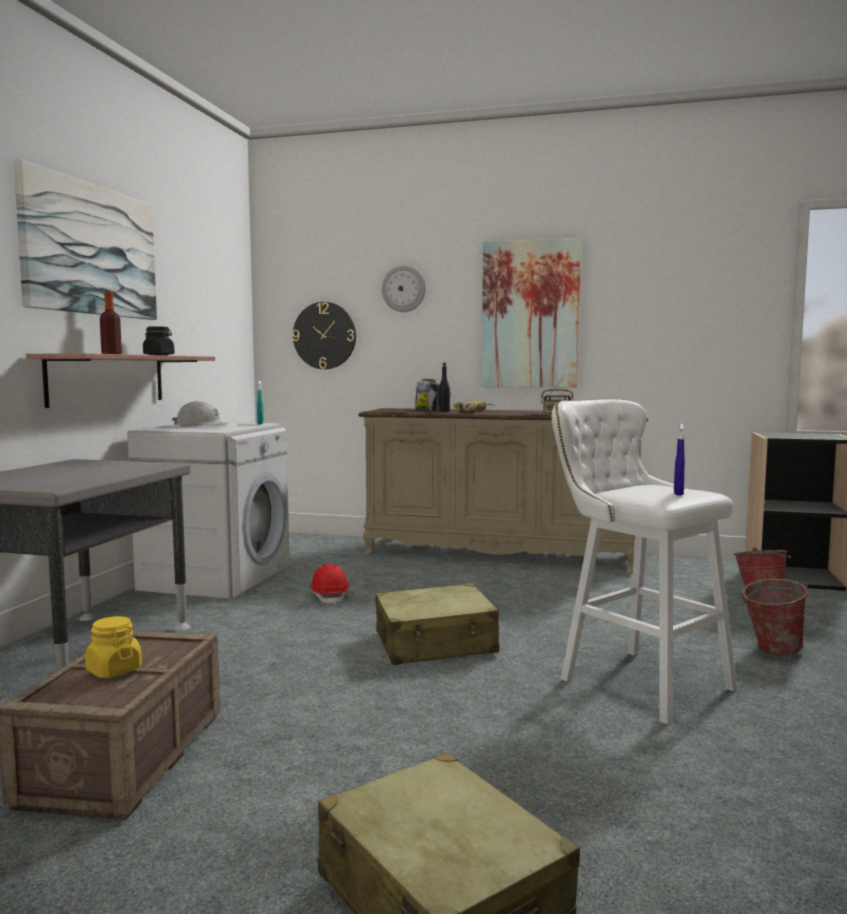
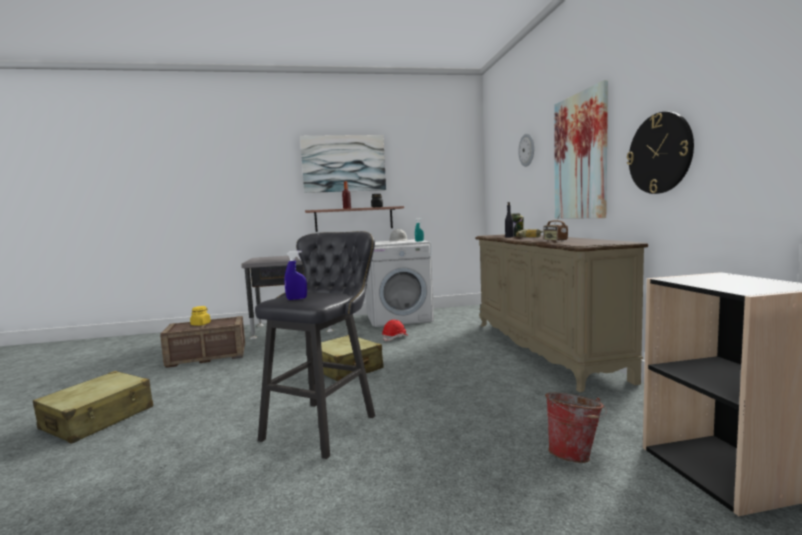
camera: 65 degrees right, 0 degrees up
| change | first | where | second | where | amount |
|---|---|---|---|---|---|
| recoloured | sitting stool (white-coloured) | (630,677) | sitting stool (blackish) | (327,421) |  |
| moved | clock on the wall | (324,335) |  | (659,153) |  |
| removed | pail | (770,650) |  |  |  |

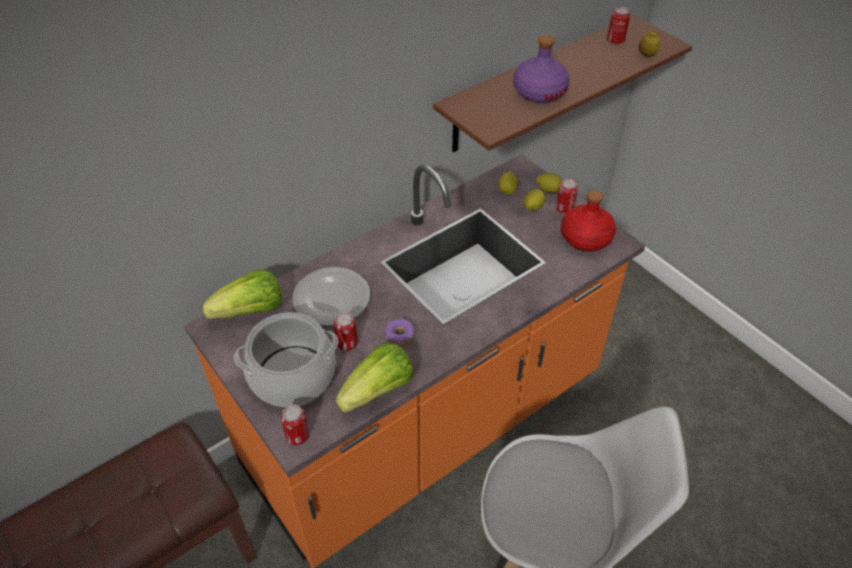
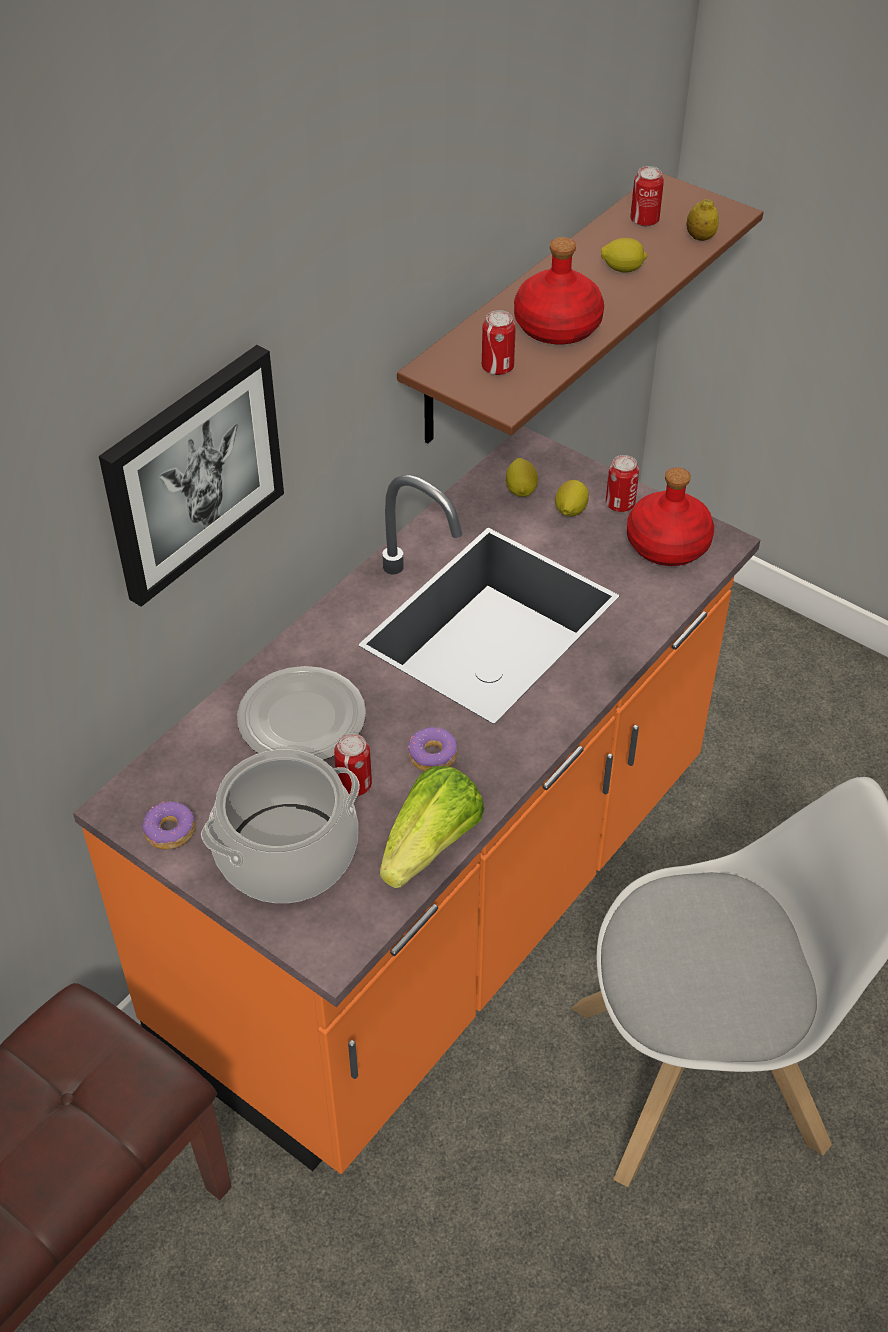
camera: 15 degrees left, 0 degrees up
| change | first | where | second | where | amount |
|---|---|---|---|---|---|
| added |  |  | wall picture | (192,472) |  |
| added |  |  | doughnut | (169,831) |  |
| moved | sealed can | (297,436) |  | (497,367) |  |
| recoloured | bottle (purplish) | (539,92) | bottle (red-coloured) | (556,326) |  |
| moved | citrus fruit | (548,190) |  | (622,269) |  |
| removed | head of lettuce | (251,311) |  |  |  |

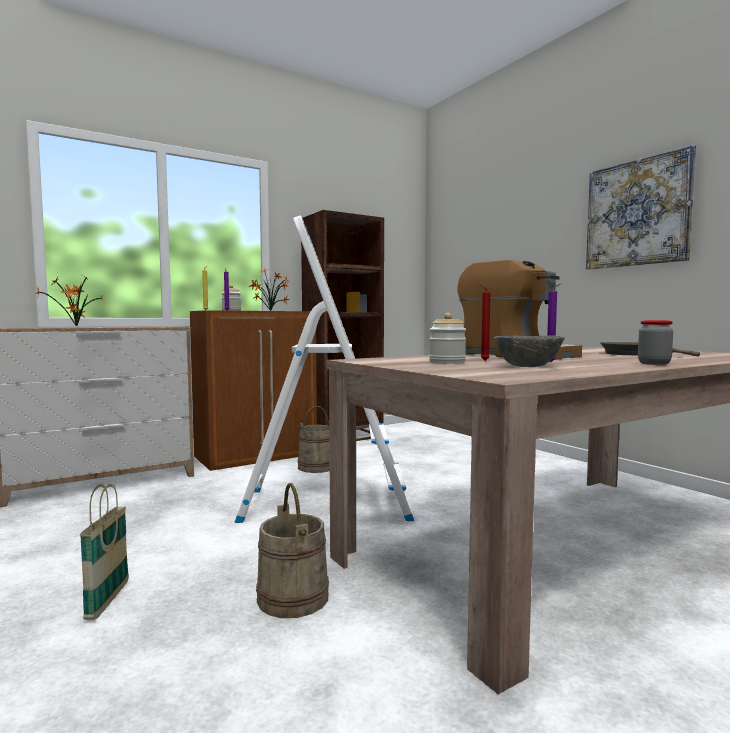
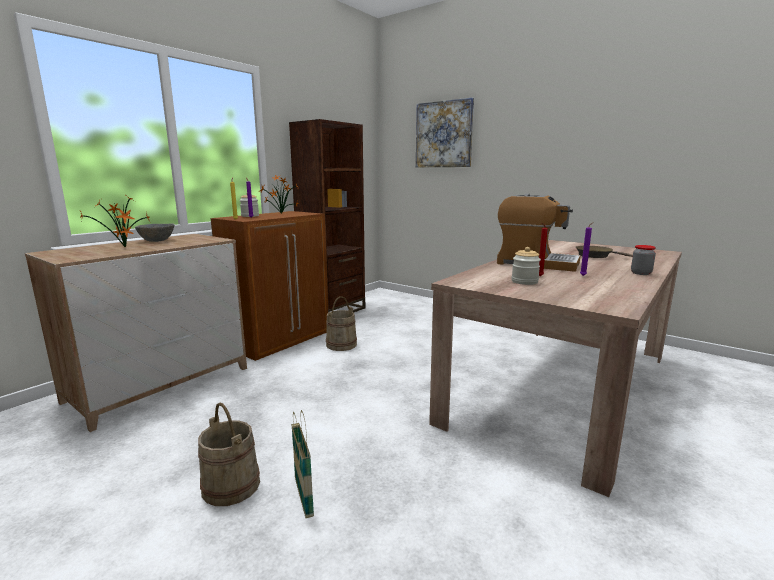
camera: 20 degrees left, 10 degrees up
| change | first | where | second | where | amount |
|---|---|---|---|---|---|
| moved | bowl (gray) | (527,366) |  | (157,241) |  |
| moved | pail (beige-coloured) | (292,597) |  | (230,485) |  |
| moved | wall picture | (637,213) |  | (444,134) |  |
| removed | step stool (white-coloured) | (328,505) |  |  |  |

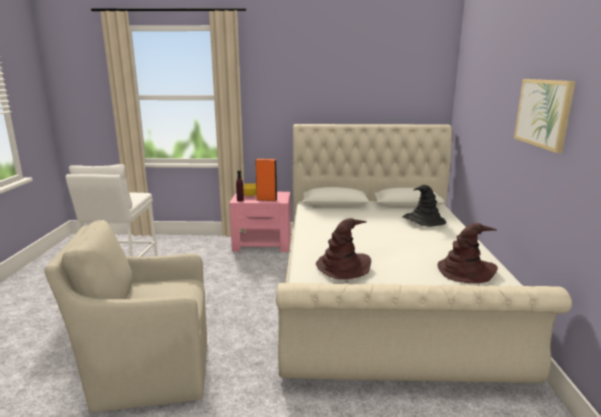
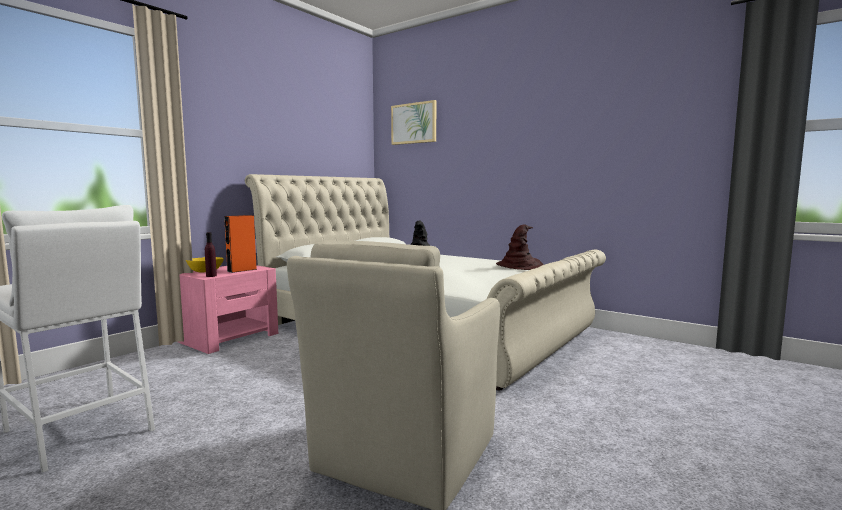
camera: 55 degrees left, 10 degrees down
| change | first | where | second | where | amount |
|---|---|---|---|---|---|
| moved | wall picture | (543,113) |  | (414,123) |  |
| removed | hat (brown) | (343,266) |  |  |  |

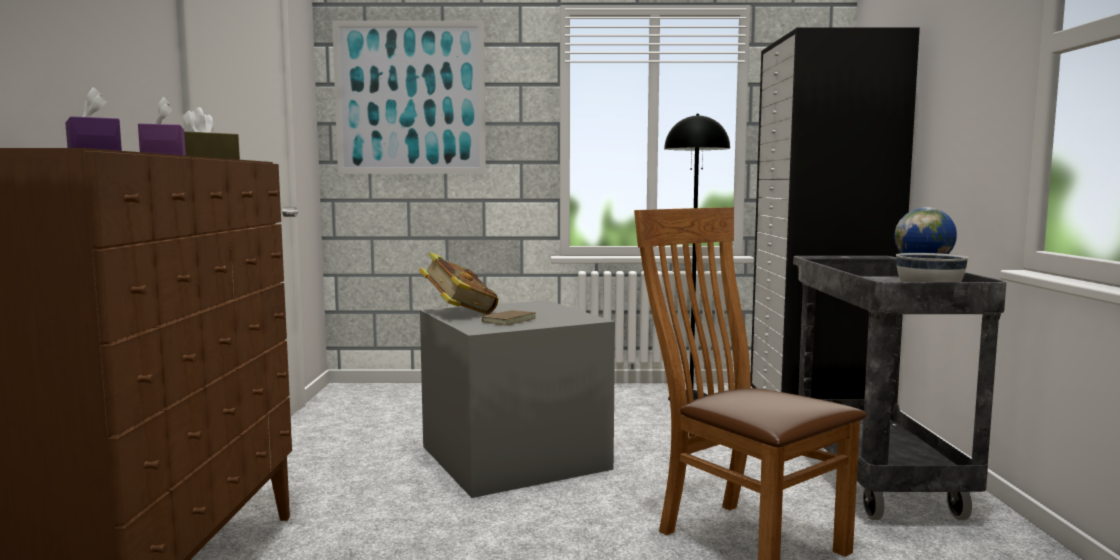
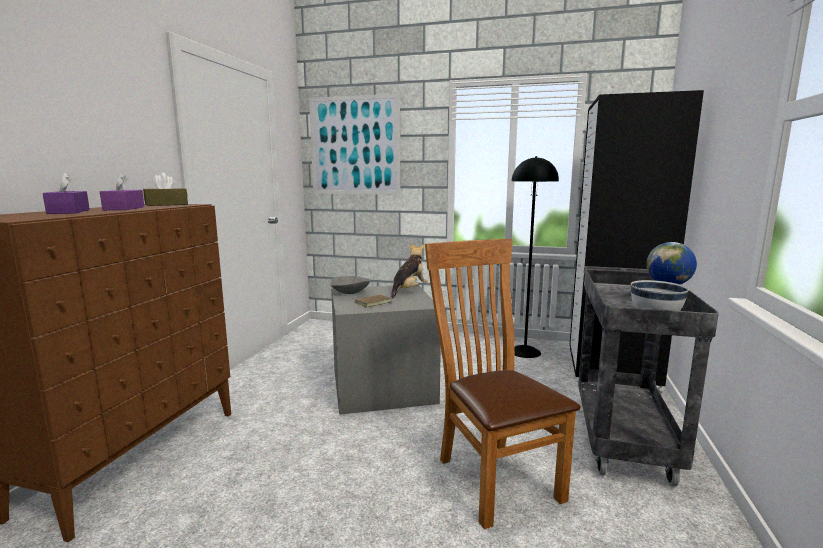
camera: 15 degrees right, 5 degrees up
| change | first | where | second | where | amount |
|---|---|---|---|---|---|
| replaced | book | (459,313) | bowl (gray) | (350,293) |  |
| added |  |  | plush toy | (409,291) |  |

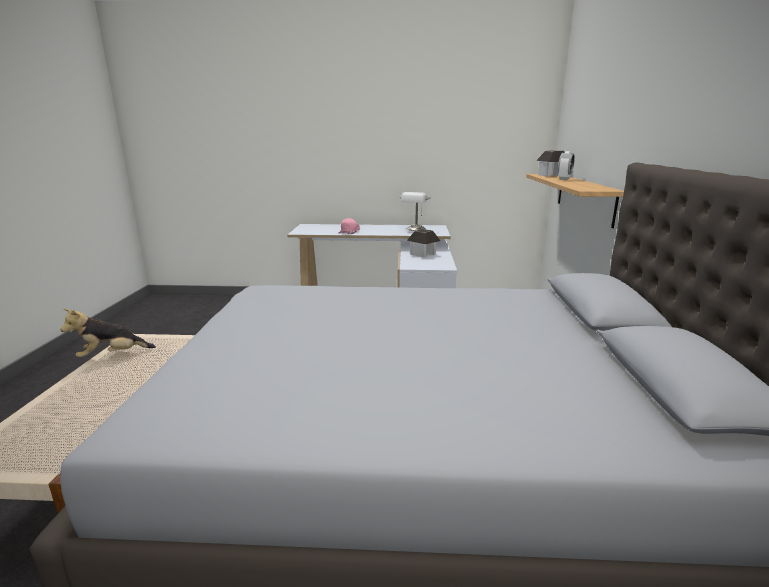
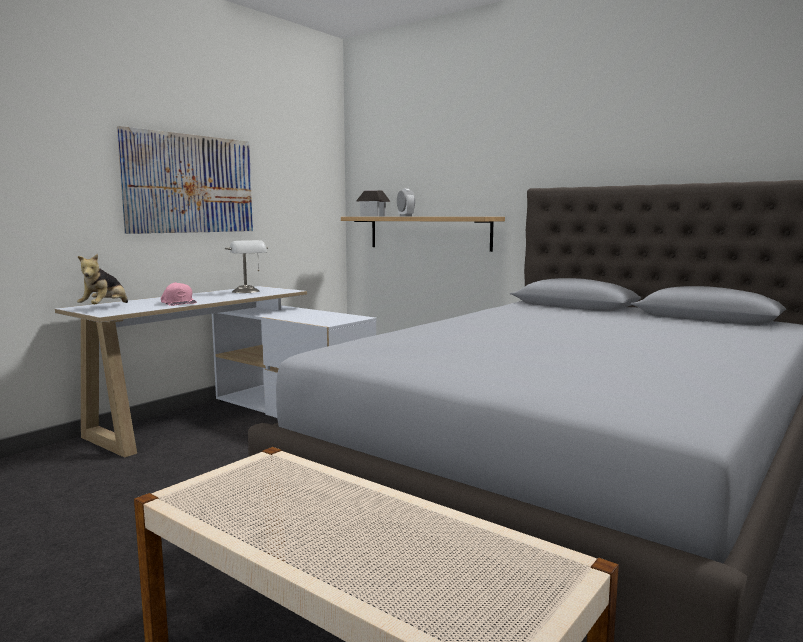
camera: 55 degrees left, 10 degrees down
| change | first | where | second | where | amount |
|---|---|---|---|---|---|
| moved | plush toy | (112,355) |  | (105,308) |  |
| added |  |  | wall picture | (190,184) |  |
| removed | toy house | (423,254) |  |  |  |

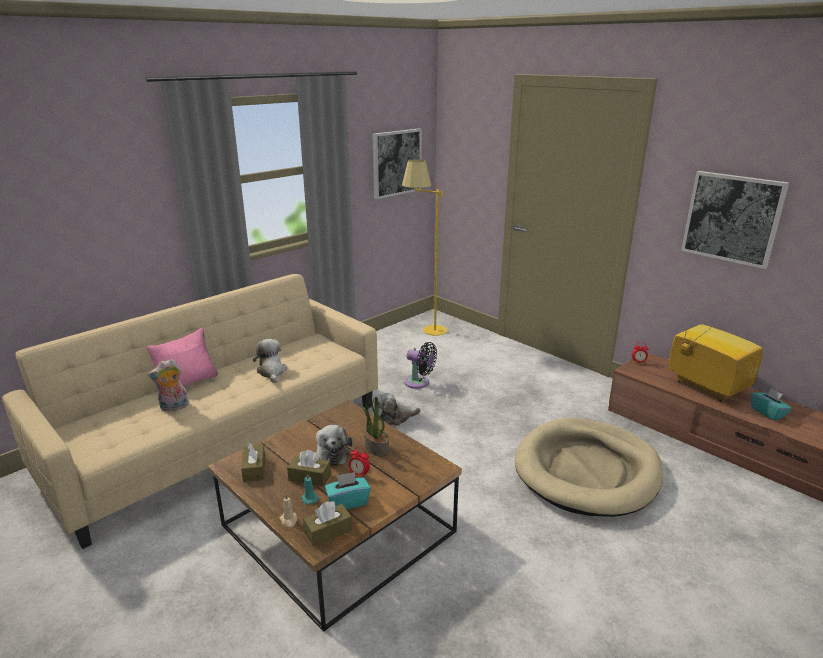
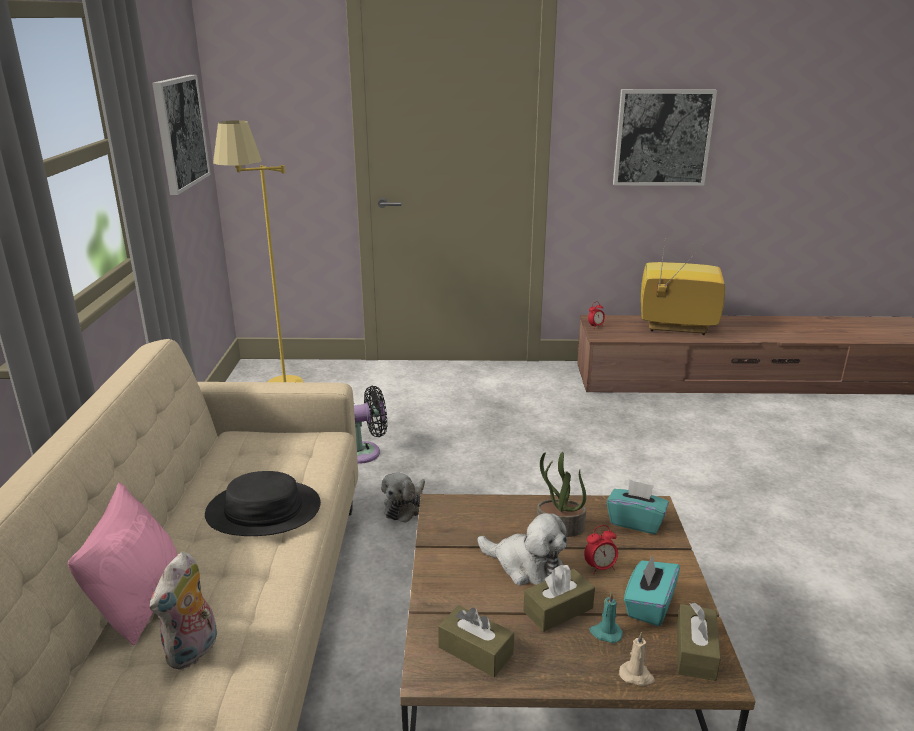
camera: 45 degrees left, 0 degrees up
| change | first | where | second | where | amount |
|---|---|---|---|---|---|
| replaced | plush toy | (271,372) | hat (blackish) | (263,510) |  |
| moved | tissue box (turquoise) | (767,413) |  | (635,522) |  |
| removed | pet bed (beige-coloured) | (587,470) |  |  |  |

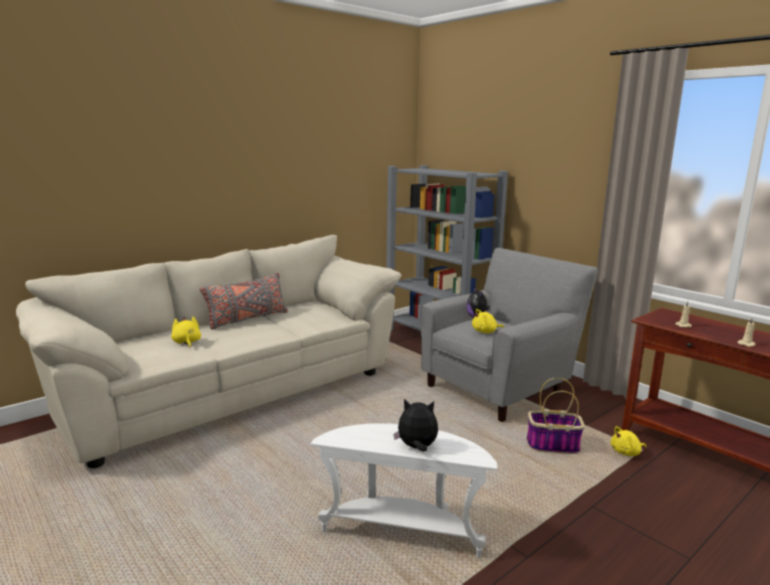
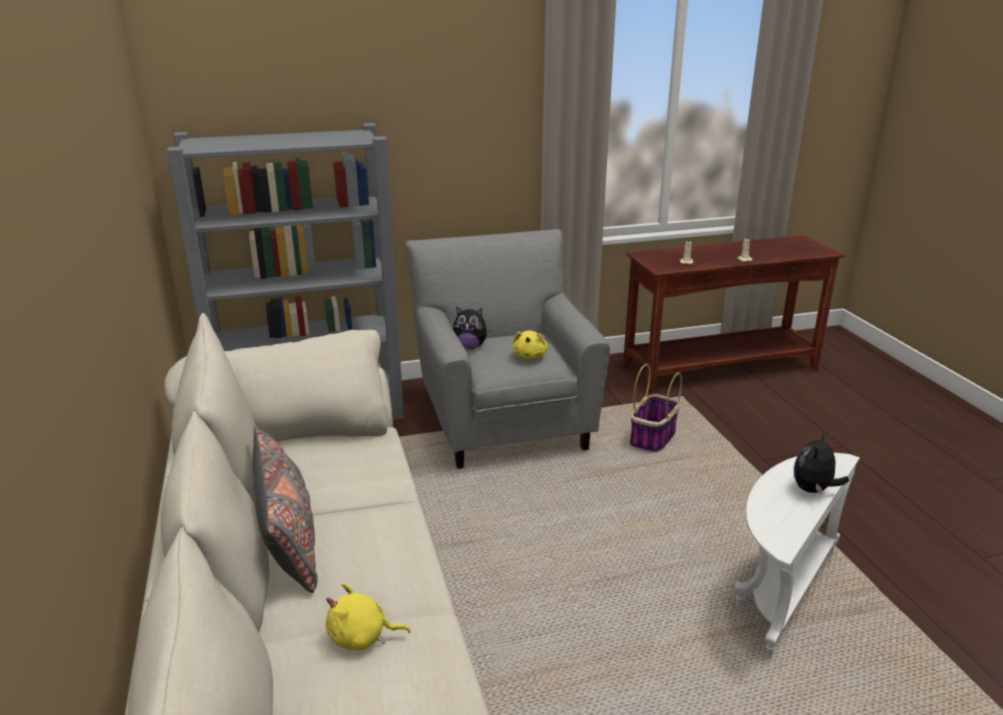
camera: 65 degrees left, 10 degrees up
| change | first | where | second | where | amount |
|---|---|---|---|---|---|
| removed | plush toy (yellow) | (626,452) |  |  |  |

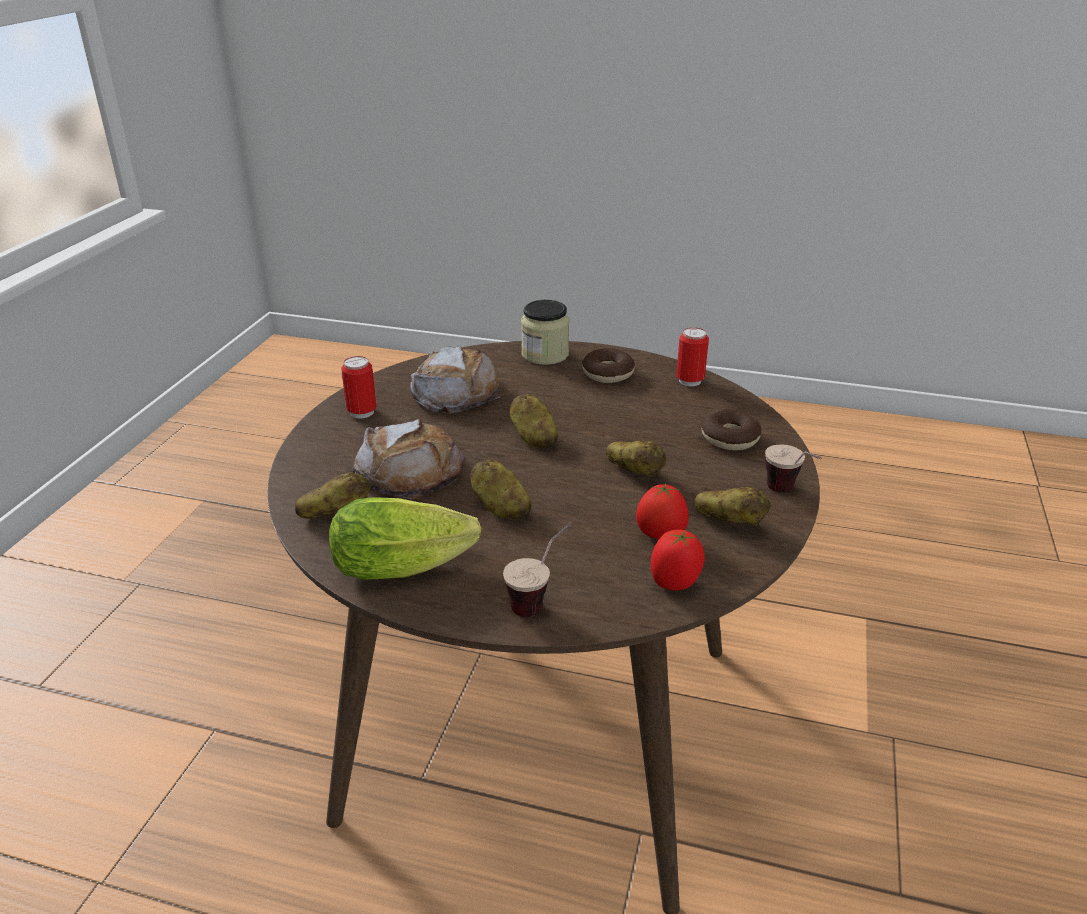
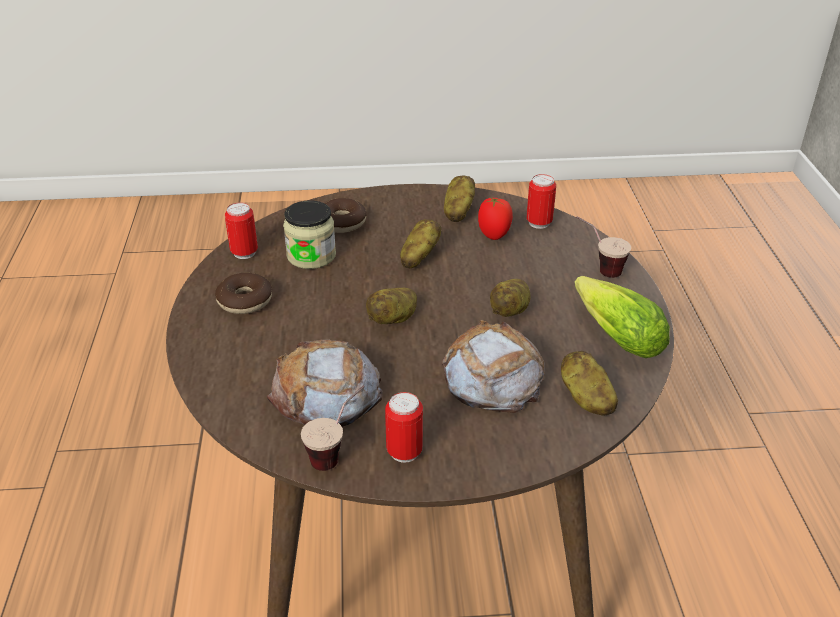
camera: 110 degrees left, 5 degrees up
| change | first | where | second | where | amount |
|---|---|---|---|---|---|
| moved | preserve jar | (545,354) |  | (311,256) |  |
| moved | cup | (789,494) |  | (337,452) |  |
| replaced | whole tomato | (675,582) | sealed can | (539,223) |  |

